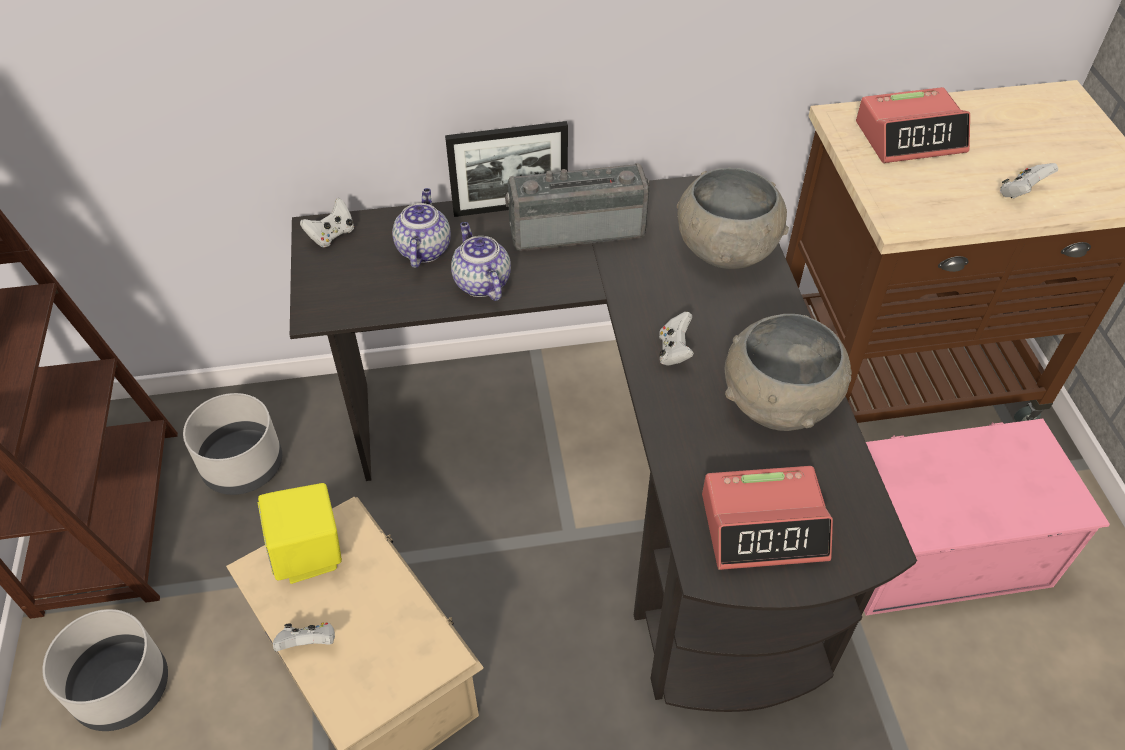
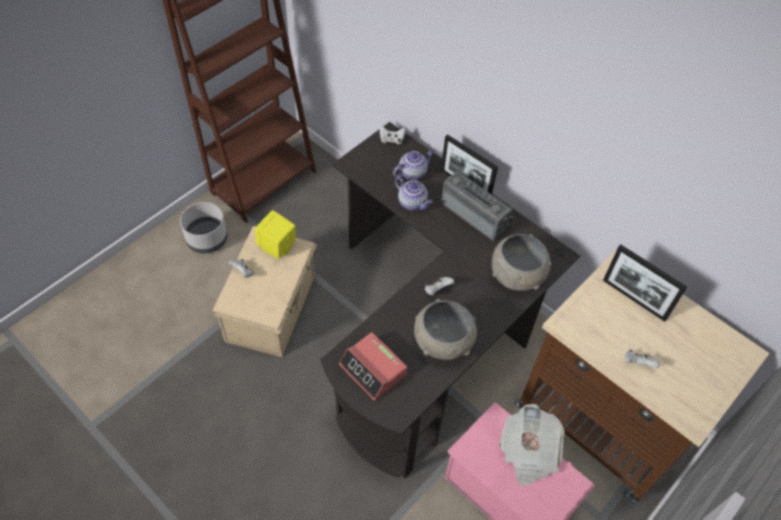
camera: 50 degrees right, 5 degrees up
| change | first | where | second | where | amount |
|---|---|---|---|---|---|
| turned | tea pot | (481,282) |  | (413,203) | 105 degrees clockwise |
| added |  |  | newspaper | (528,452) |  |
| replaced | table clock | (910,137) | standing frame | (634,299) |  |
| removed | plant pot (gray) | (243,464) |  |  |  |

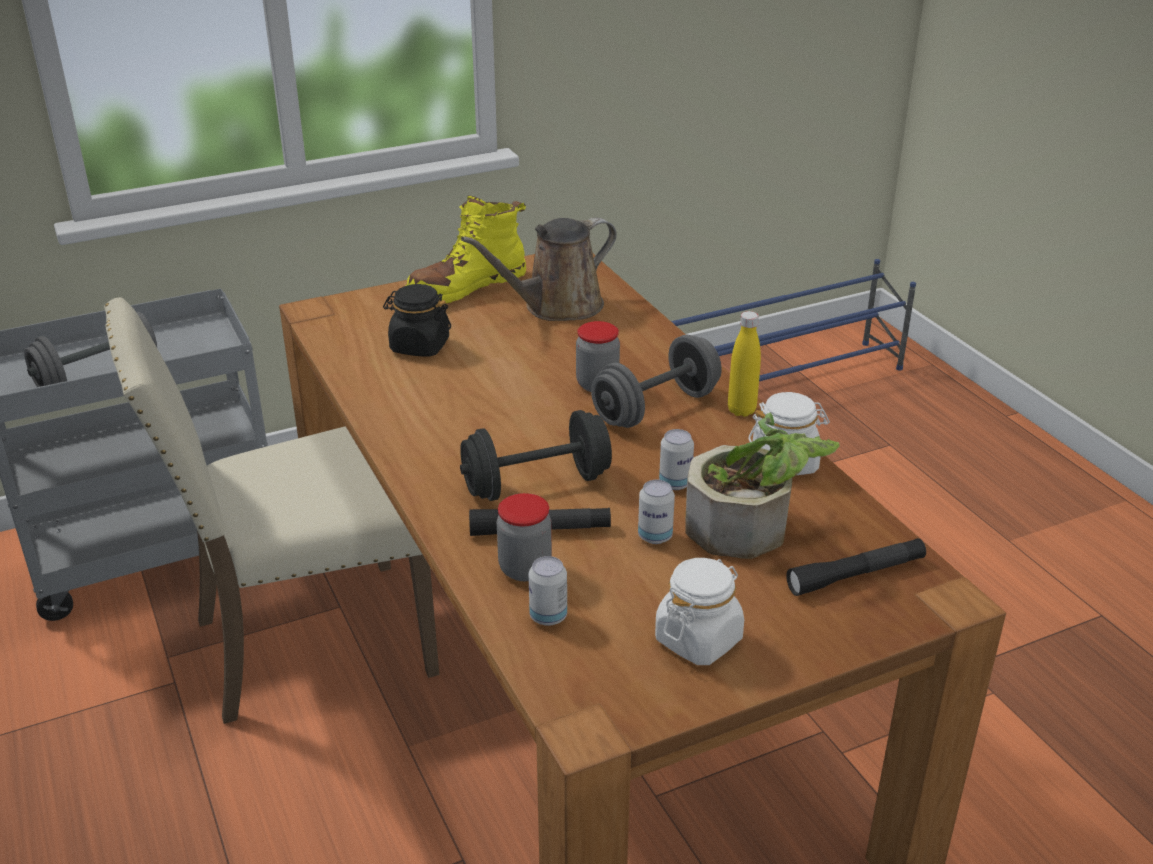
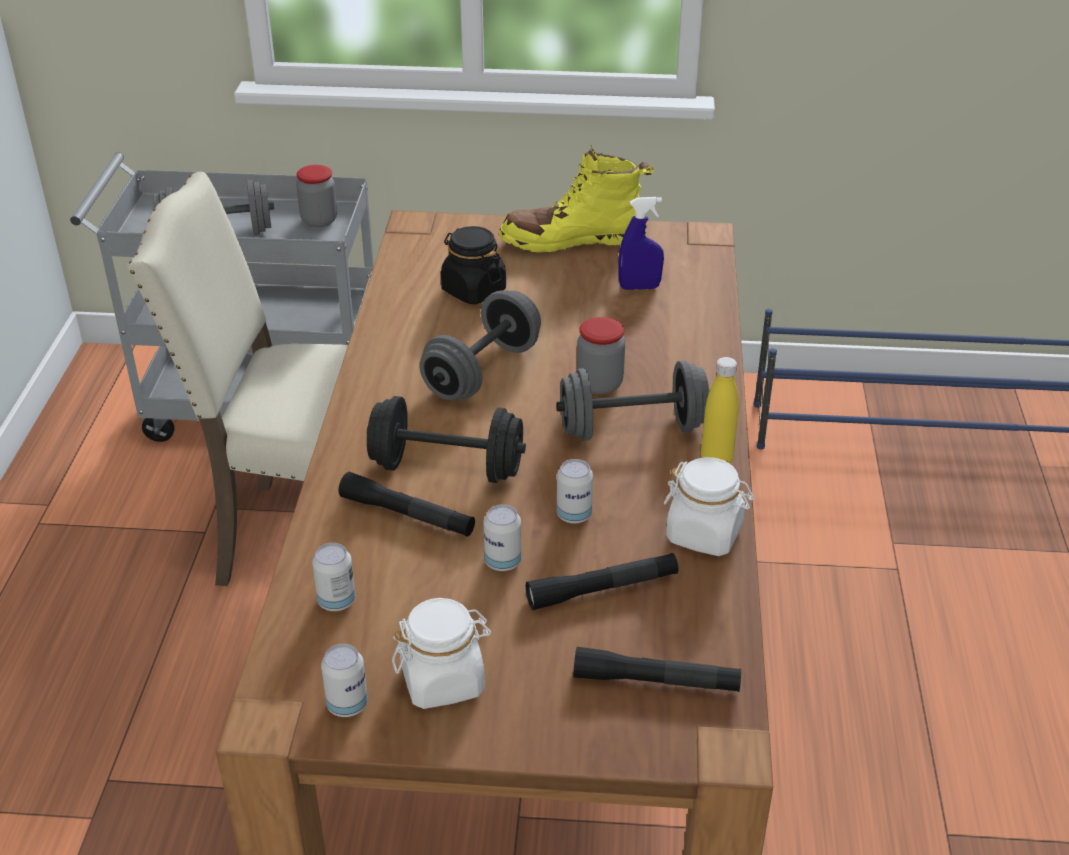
camera: 30 degrees right, 5 degrees up
| change | first | where | second | where | amount |
|---|---|---|---|---|---|
| moved | preserve jar | (525,569) |  | (319,220) |  |
| added |  |  | sealed can | (347,705) |  |
| added |  |  | hand weight (gray) | (482,371) |  |
| replaced | potted plant | (751,527) | hand torch (blackish) | (602,589) |  |
| replaced | watering can (brown) | (556,307) | sprayer (blue-coloured) | (639,287) |  |

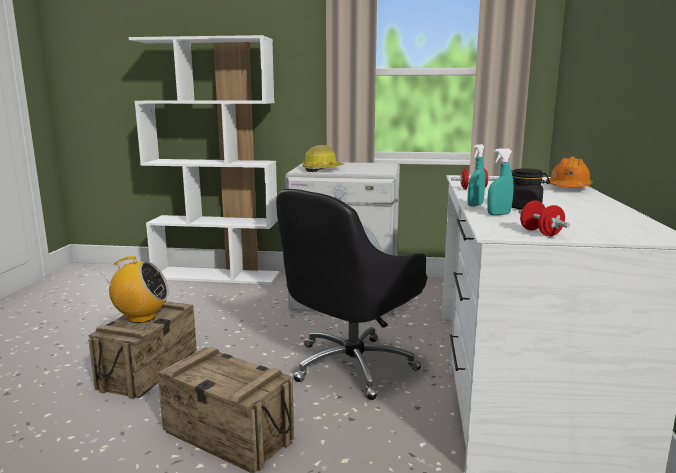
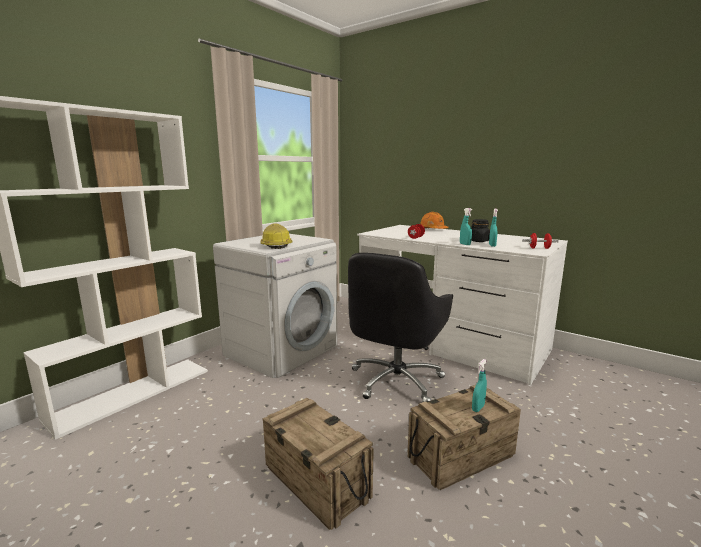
camera: 60 degrees left, 0 degrees up
| change | first | where | second | where | amount |
|---|---|---|---|---|---|
| turned | office chair (blackish) | (351,366) |  | (396,380) | 45 degrees clockwise |
| added |  |  | sprayer (turquoise) | (478,408) |  |
| removed | radio | (141,317) |  |  |  |

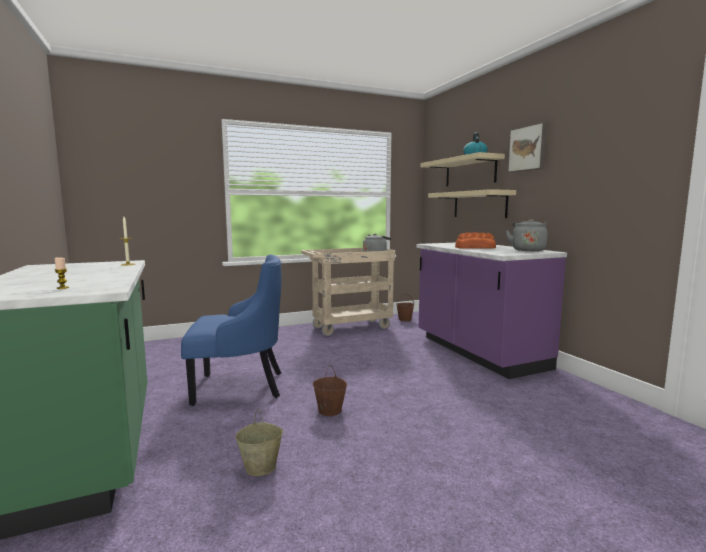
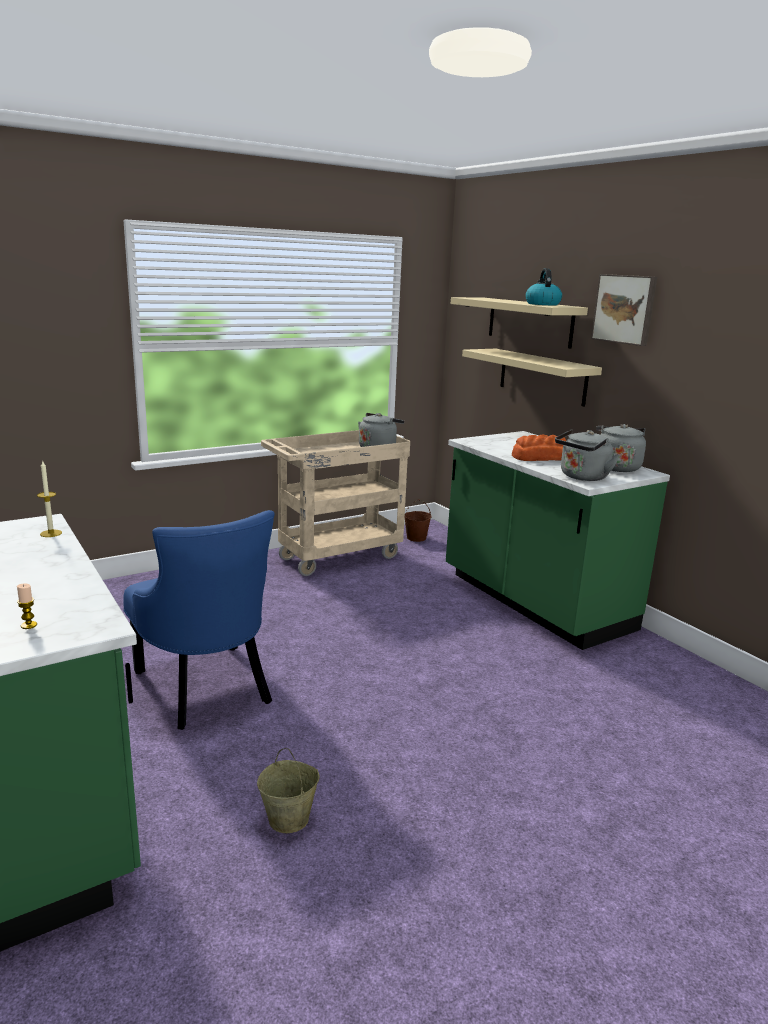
camera: 10 degrees left, 10 degrees up
| change | first | where | second | where | amount |
|---|---|---|---|---|---|
| turned | chair (blue-coloured) | (237,387) |  | (204,685) | 75 degrees clockwise |
| recoloured | kitchen base unit (purplish) | (478,352) | kitchen base unit (green) | (534,602) |  |
| added |  |  | kettle (gray) | (582,477) |  |
| removed | pail (brown) | (329,410) |  |  |  |

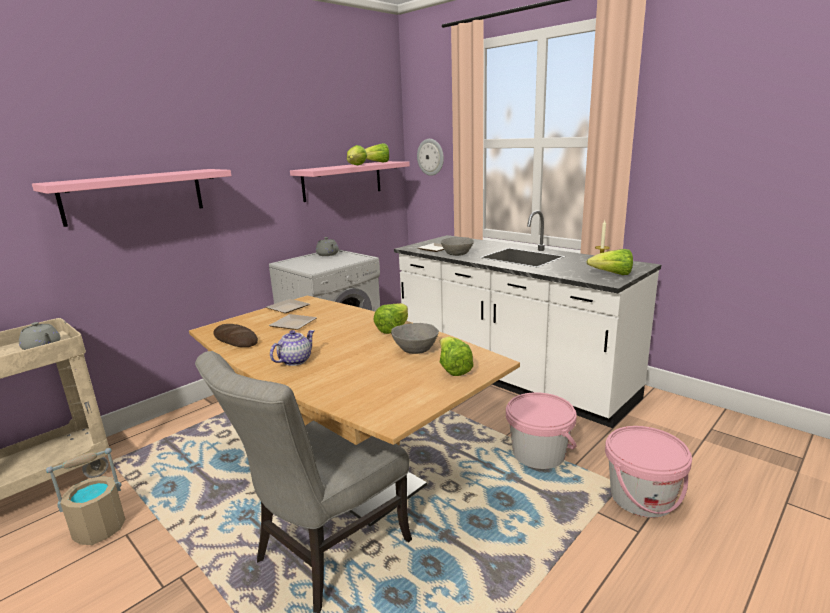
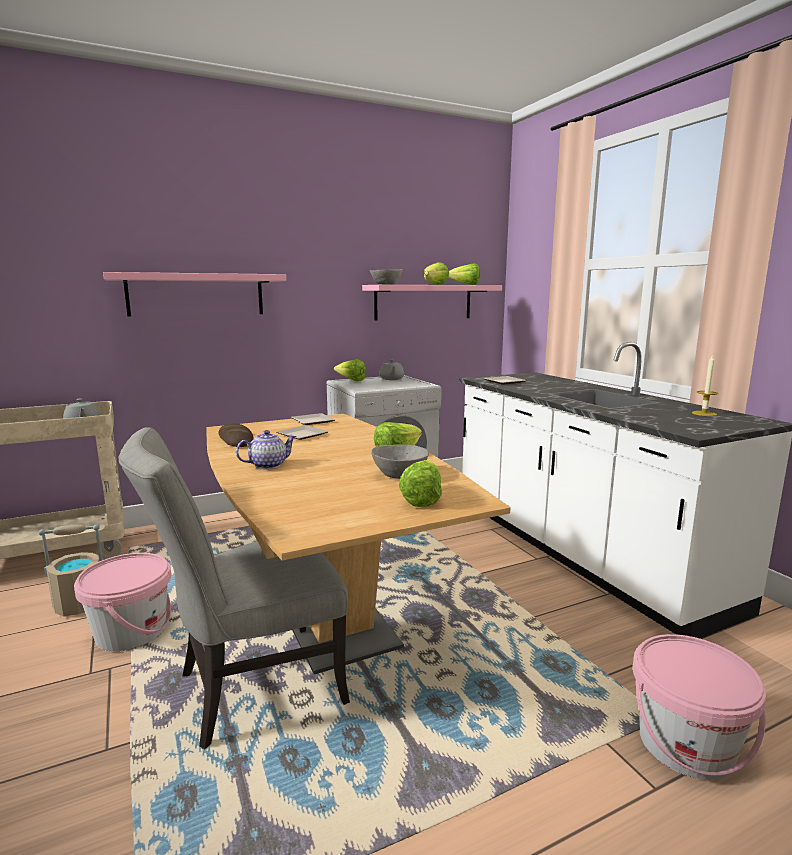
camera: 20 degrees right, 5 degrees down
| change | first | where | second | where | amount |
|---|---|---|---|---|---|
| moved | pail (pink-coloured) | (538,454) |  | (131,631) |  |
| moved | head of lettuce | (612,274) |  | (351,380) |  |
| moved | bowl (gray) | (456,254) |  | (385,284) |  |
| removed | clock on the wall | (431,157) |  |  |  |

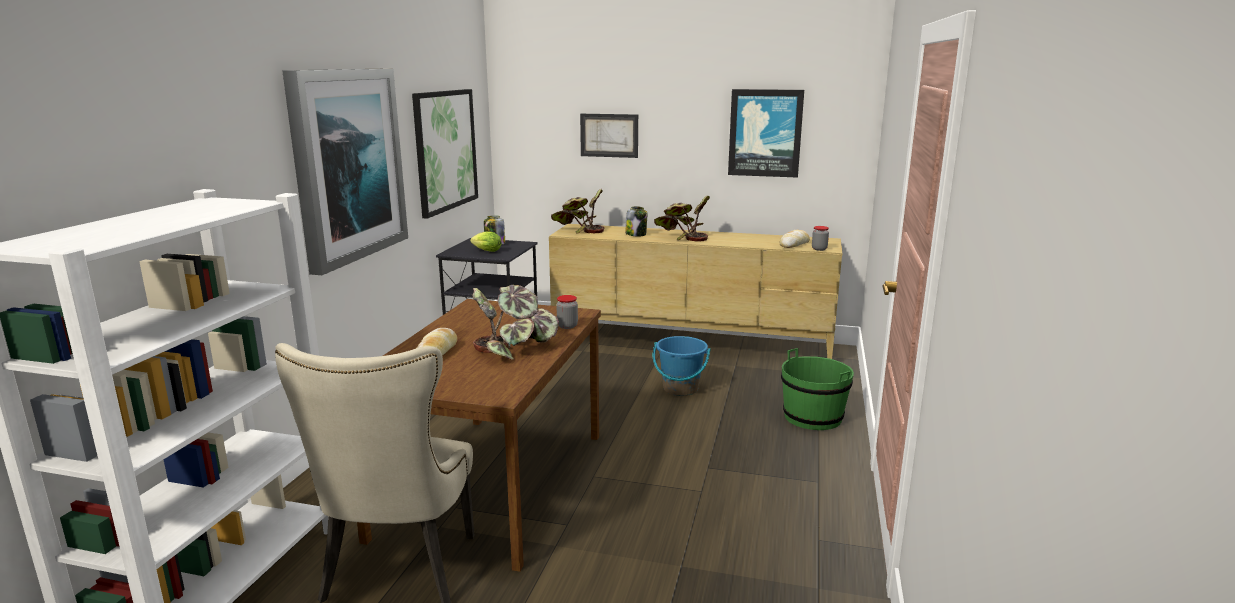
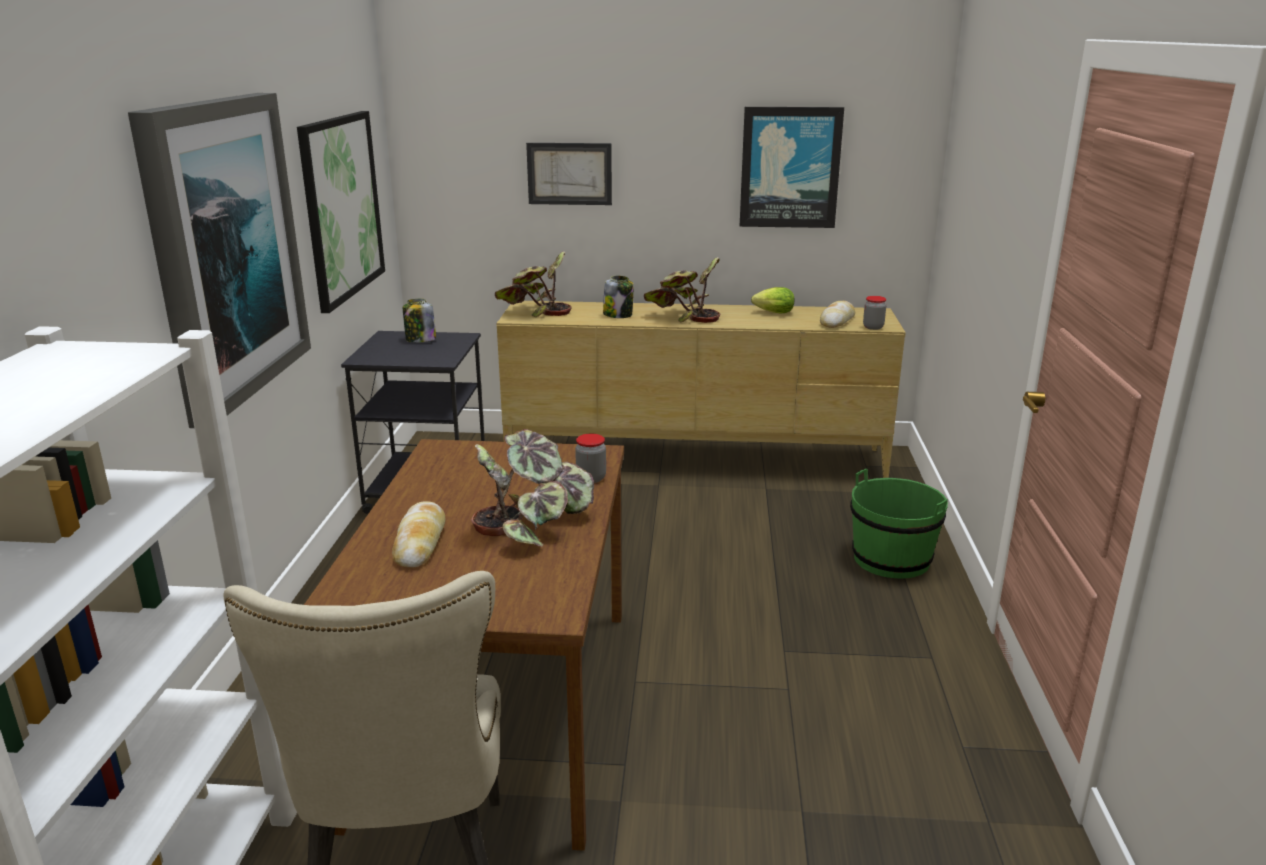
camera: 10 degrees left, 5 degrees up
| change | first | where | second | where | amount |
|---|---|---|---|---|---|
| moved | head of lettuce | (485,251) |  | (771,313) |  |
| removed | pail (blue-coloured) | (680,389) |  |  |  |

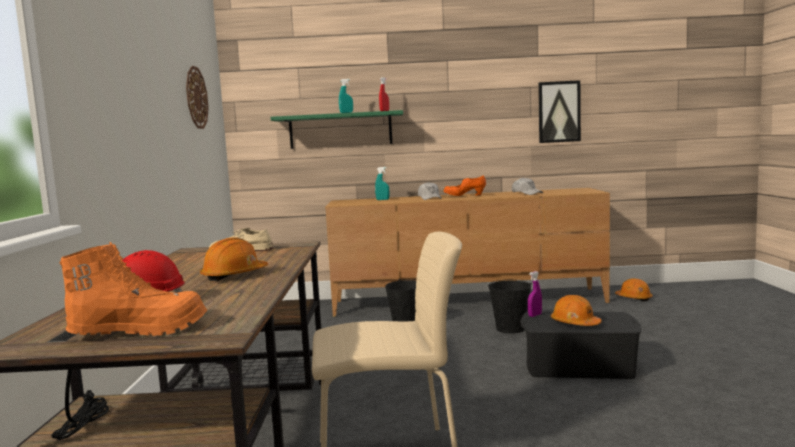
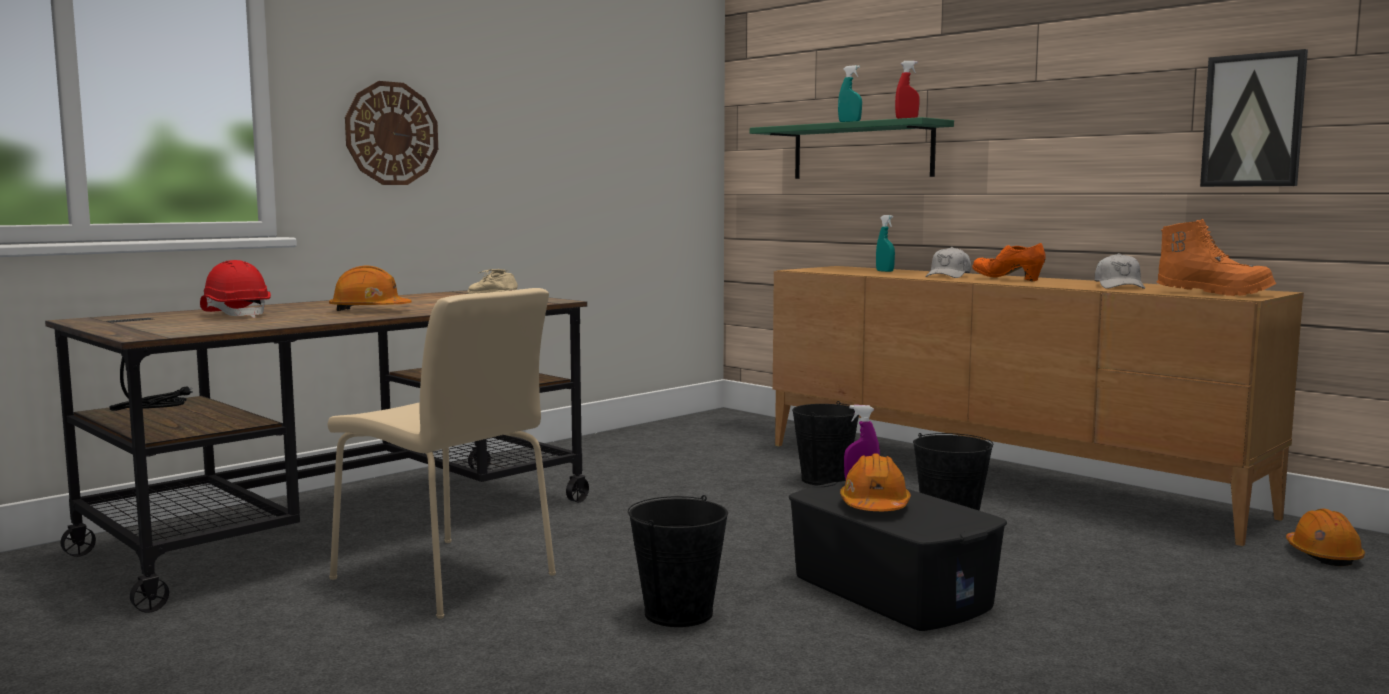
camera: 45 degrees right, 0 degrees up
| change | first | where | second | where | amount |
|---|---|---|---|---|---|
| moved | clock on the wall | (196,97) |  | (391,133) |  |
| added |  |  | pail (blackish) | (679,613) |  |
| moved | high-top boot (orangey) | (140,330) |  | (1214,293) |  |

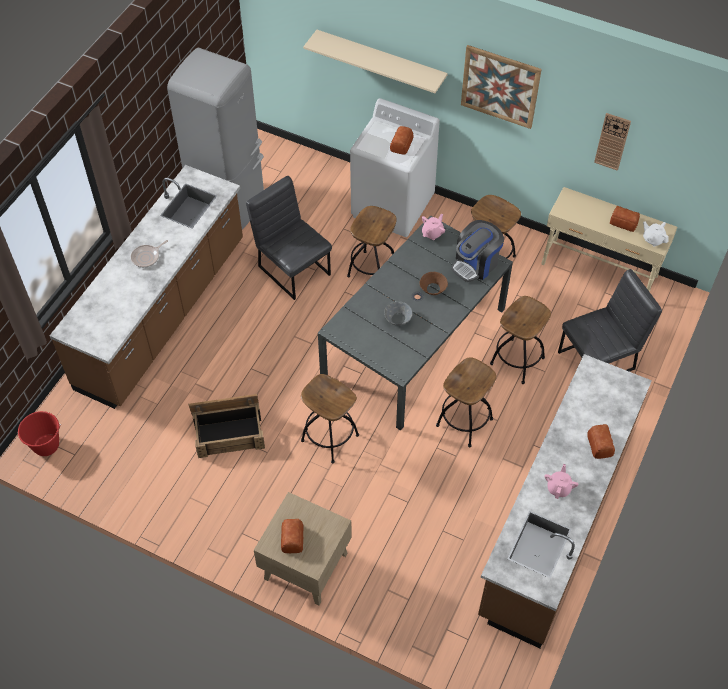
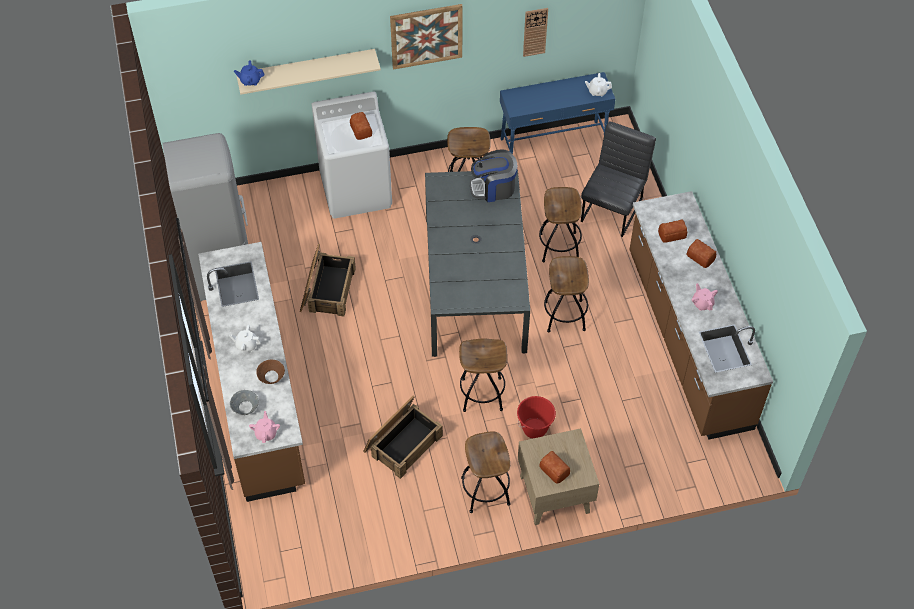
camera: 40 degrees left, 0 degrees up
| change | first | where | second | where | amount |
|---|---|---|---|---|---|
| replaced | skillet | (147,257) | tea pot (white-coloured) | (246,345) |  |
| moved | bowl (gray) | (397,319) |  | (245,407) |  |
| added |  |  | tea pot (blue-coloured) | (250,80) |  |
| moved | tea pot (pink-coloured) | (432,233) |  | (266,433) |  |
| moved | bowl (brown) | (433,289) |  | (271,377) |  |
| replaced | chair (gray) | (293,268) | shipping crate | (327,289) |  |
| moved | sitting stool (brown) | (372,270) |  | (485,490) |  |
| turned | coffee machine | (476,264) |  | (493,188) | 75 degrees clockwise |
| recoloured | console table (beige-coloured) | (598,271) | console table (blue-coloured) | (553,143) |  |
| moved | pail (red-coloured) | (46,445) |  | (535,428) |  |
| moved | baked bread | (624,223) |  | (672,234) |  |

